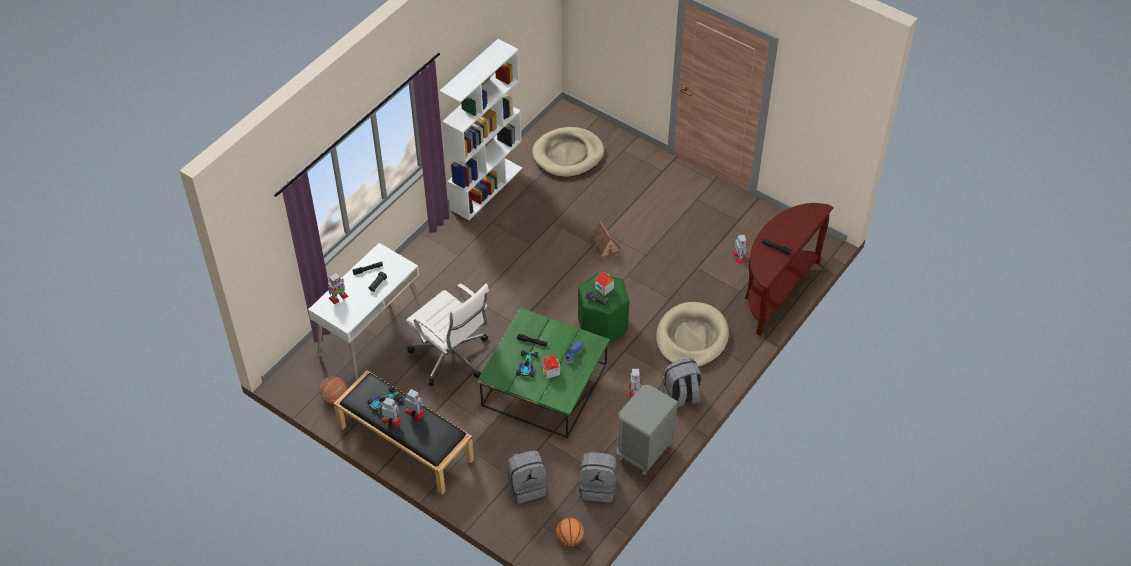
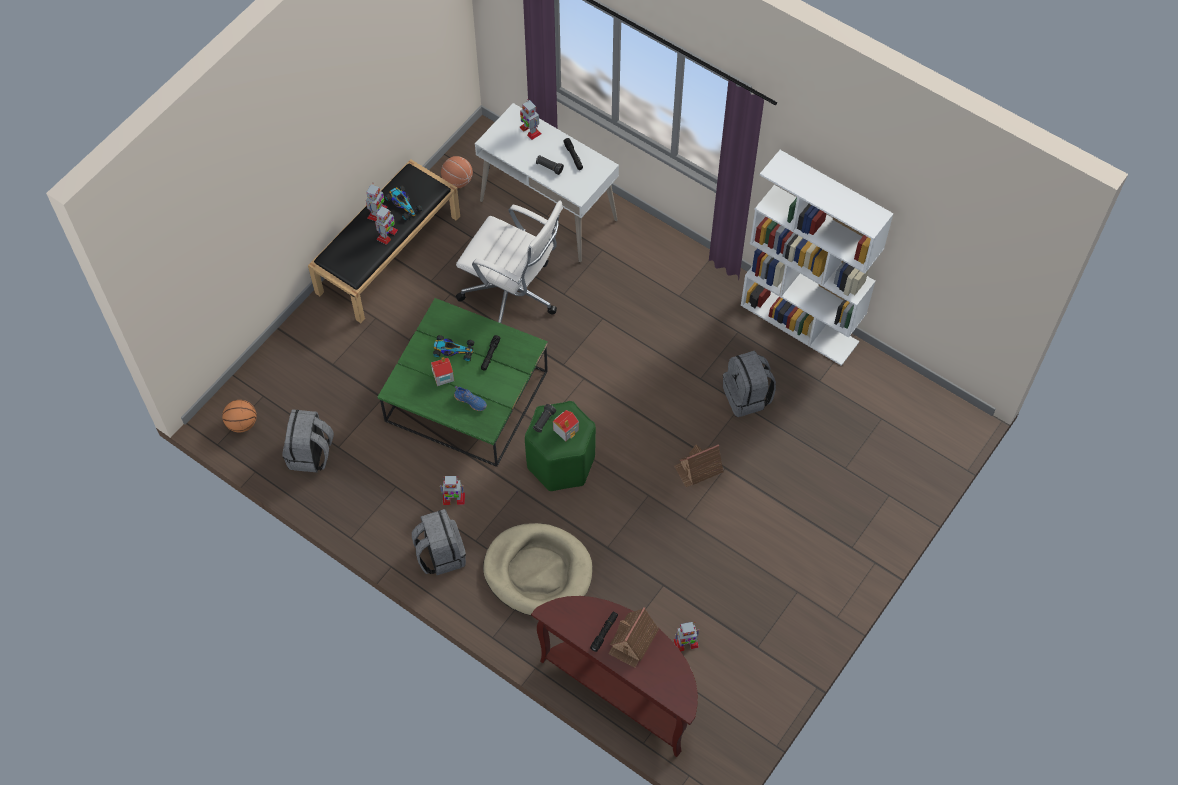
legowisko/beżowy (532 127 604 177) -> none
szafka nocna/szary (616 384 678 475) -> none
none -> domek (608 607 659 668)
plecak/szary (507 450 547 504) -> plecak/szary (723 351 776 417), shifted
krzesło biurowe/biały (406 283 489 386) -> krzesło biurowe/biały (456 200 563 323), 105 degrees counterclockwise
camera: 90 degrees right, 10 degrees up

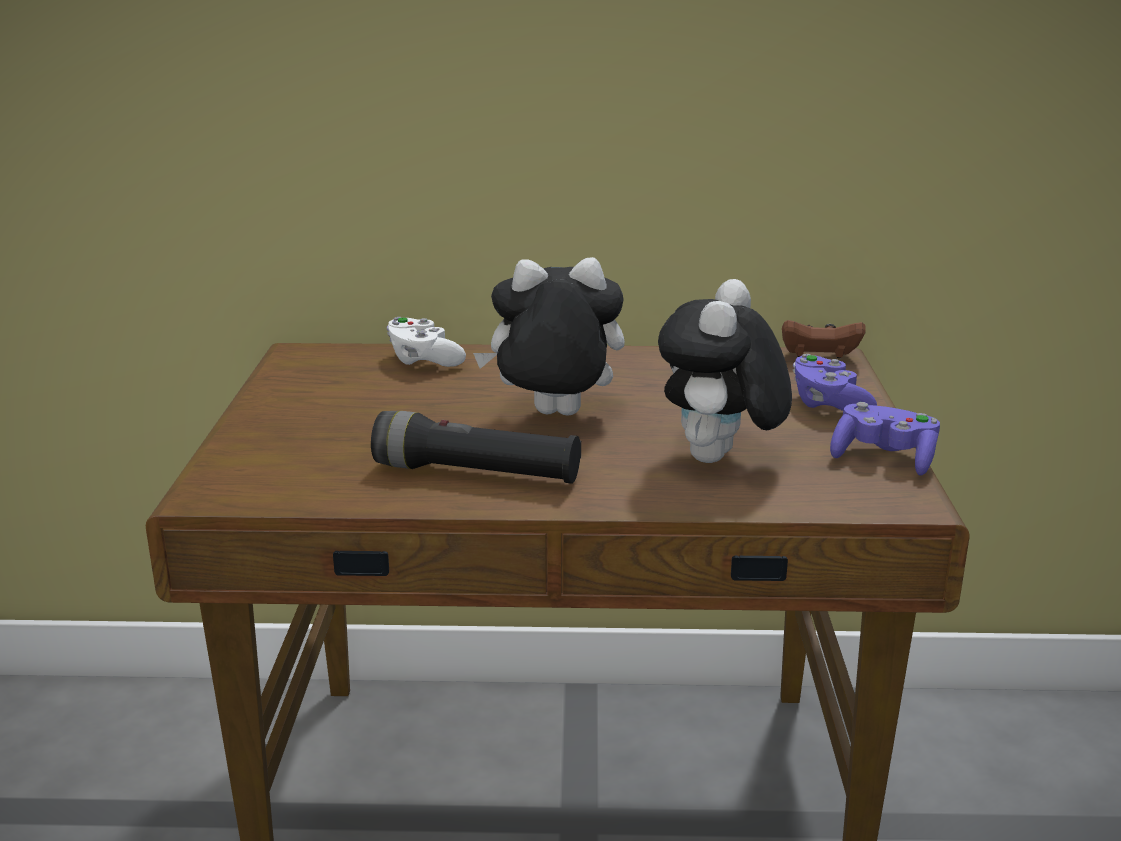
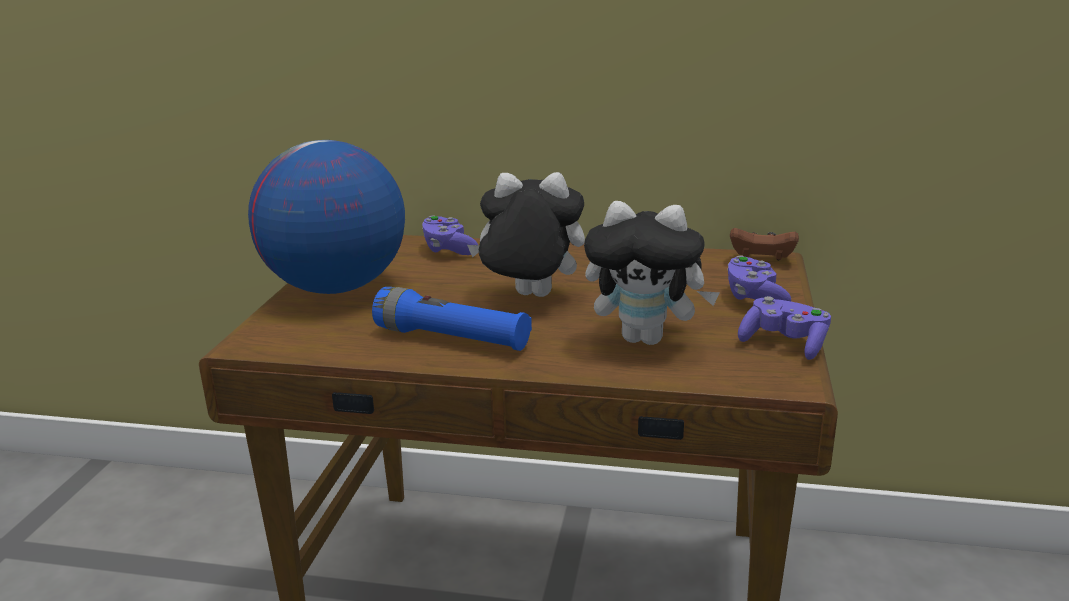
none -> globus (248 140 405 294)
latarka/czarny (371 411 581 484) -> latarka/niebieski (372 287 532 351)
pad do gier/biały (387 317 466 367) -> pad do gier/fioletowy (422 215 478 255)
pluszak (658 279 792 463) -> pluszak (584 201 720 345), 105 degrees counterclockwise
camera: 10 degrees right, 0 degrees up

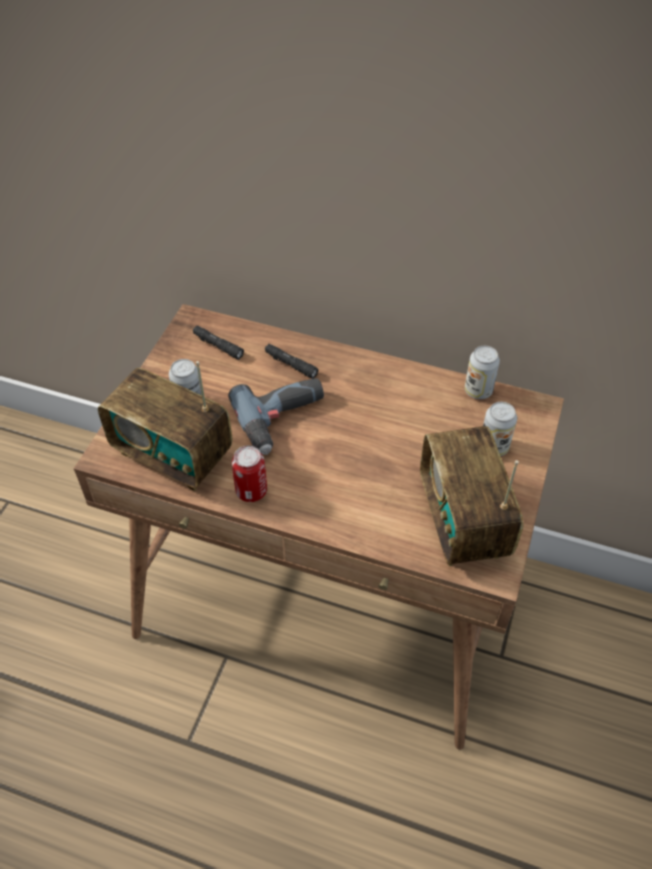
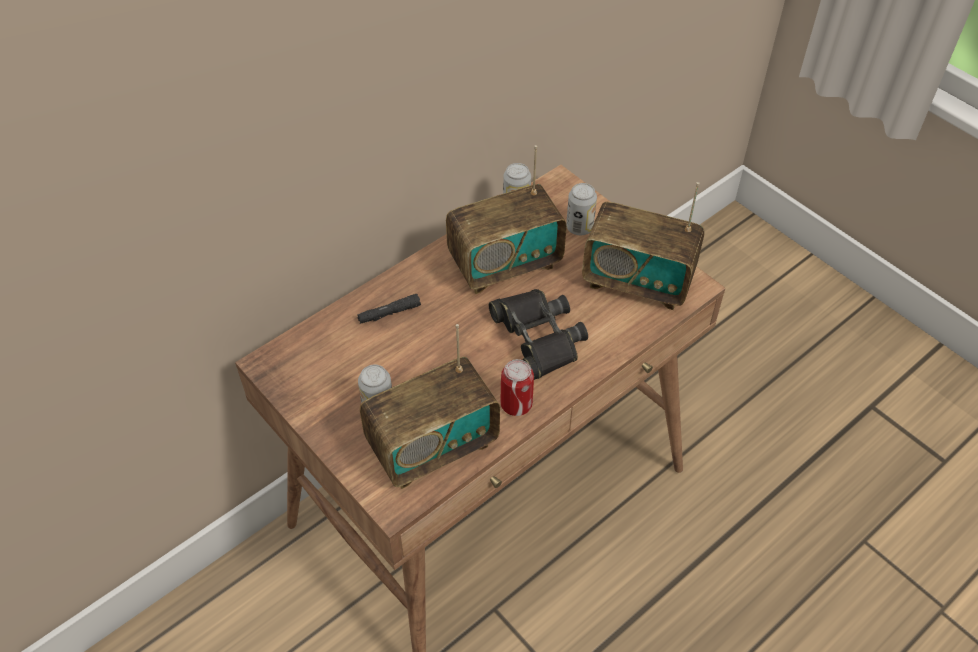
latarka/czarny (193 326 244 360) -> none
wiertarka (228 378 324 455) -> none
none -> radio (446 145 567 294)
none -> lornetka/czarny (489 289 588 380)
camera: 60 degrees left, 0 degrees up

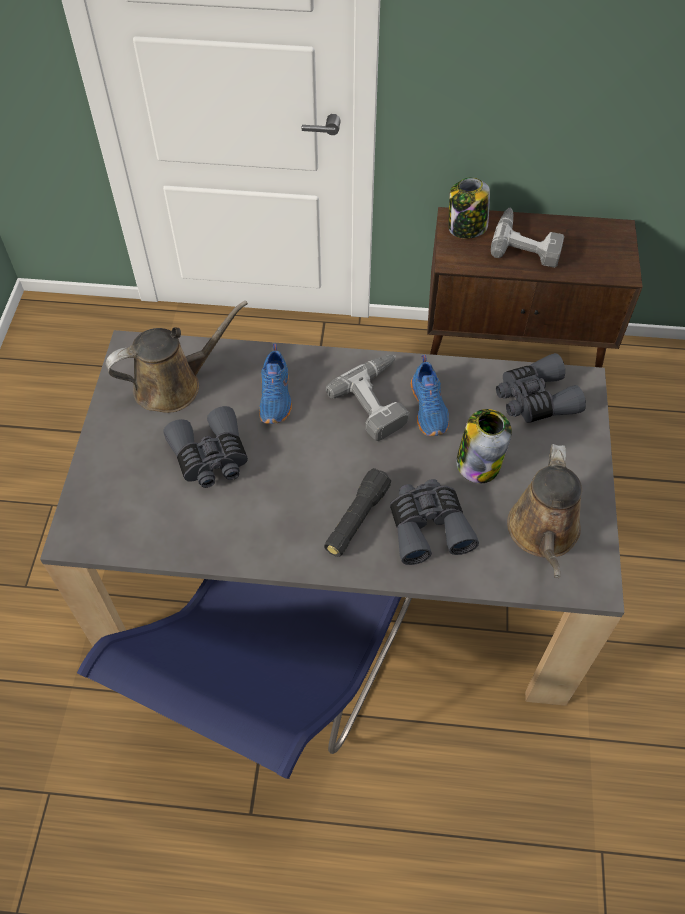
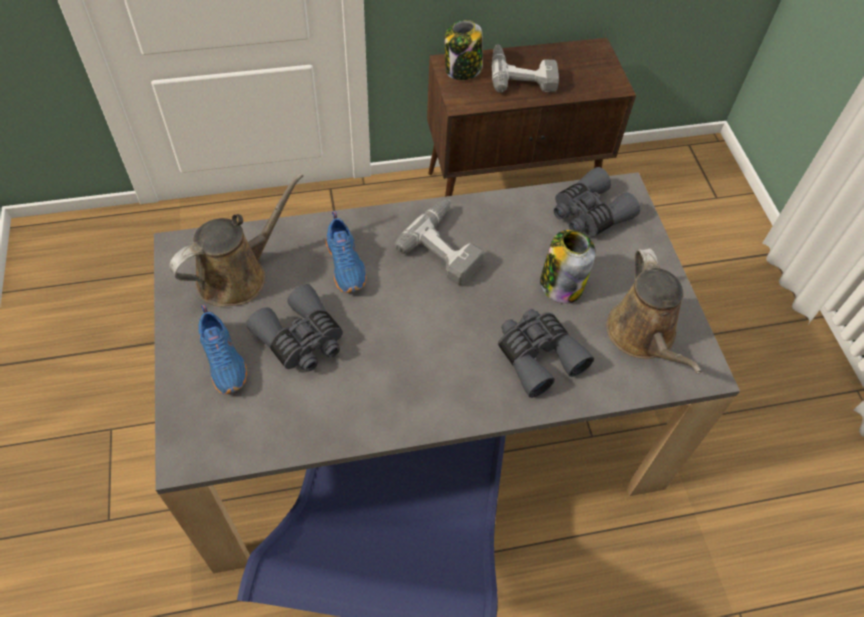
latarka/czarny (324 468 391 557) -> none
but/niebieski (411 355 449 436) -> but/niebieski (199 304 247 394), shifted
camera: 20 degrees left, 0 degrees up

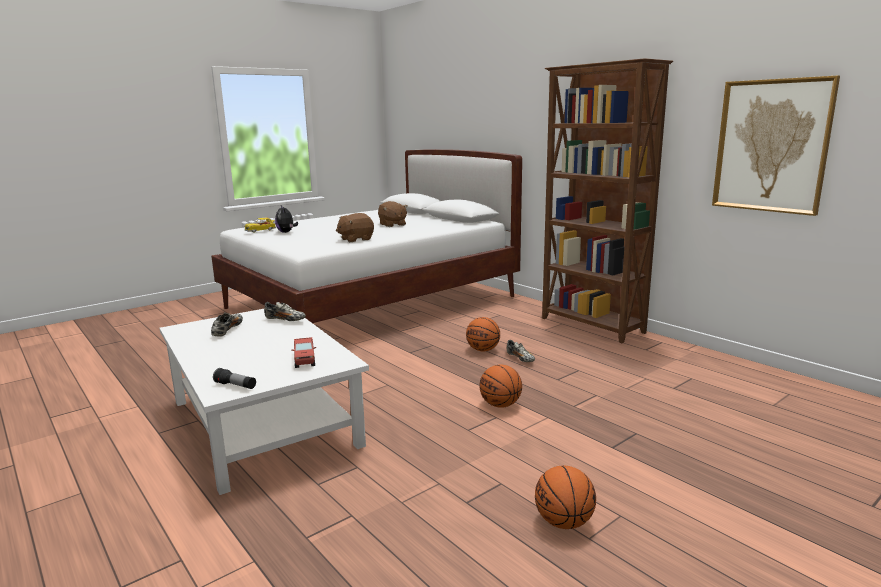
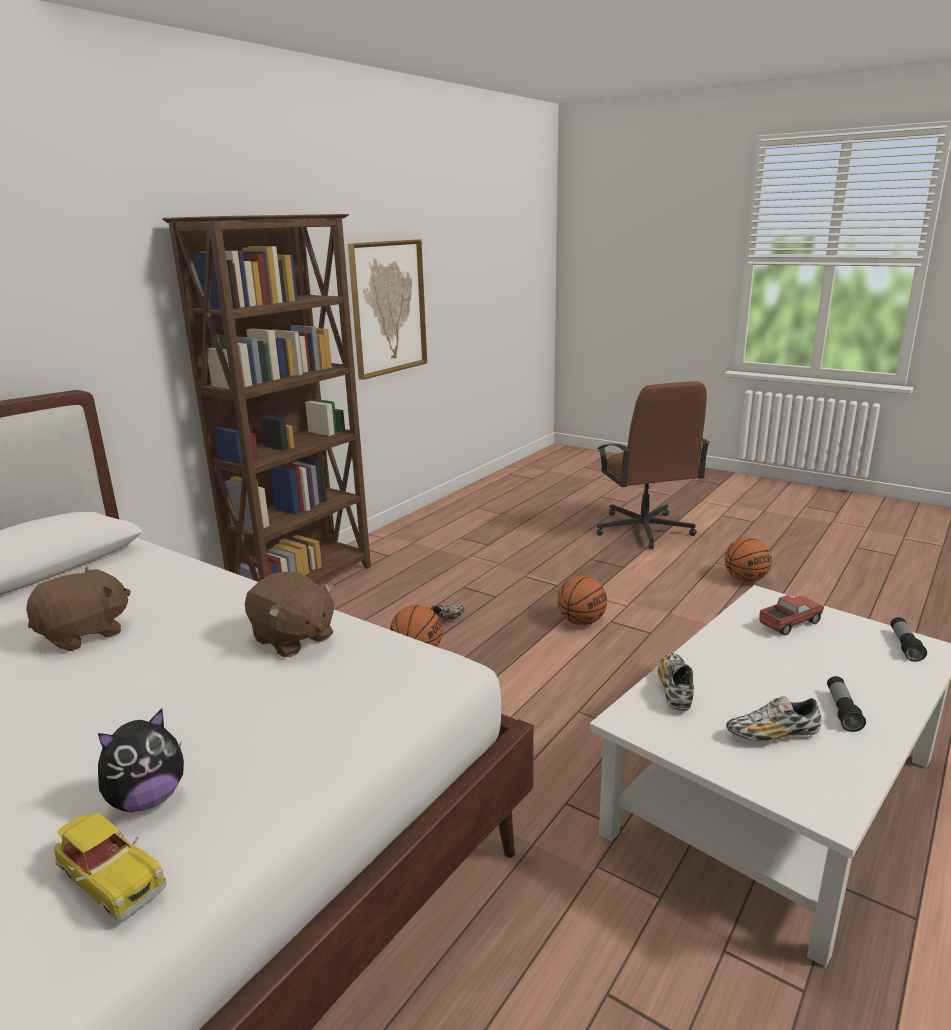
none -> krzesło biurowe/brązowy (597 381 710 549)
none -> latarka (827 676 866 732)
camera: 105 degrees left, 5 degrees up

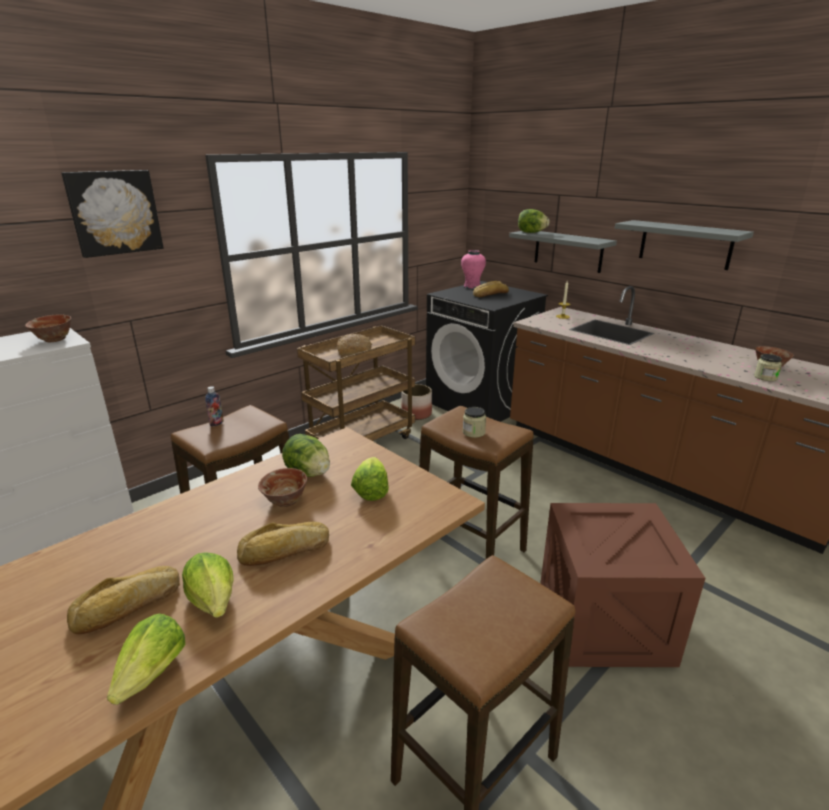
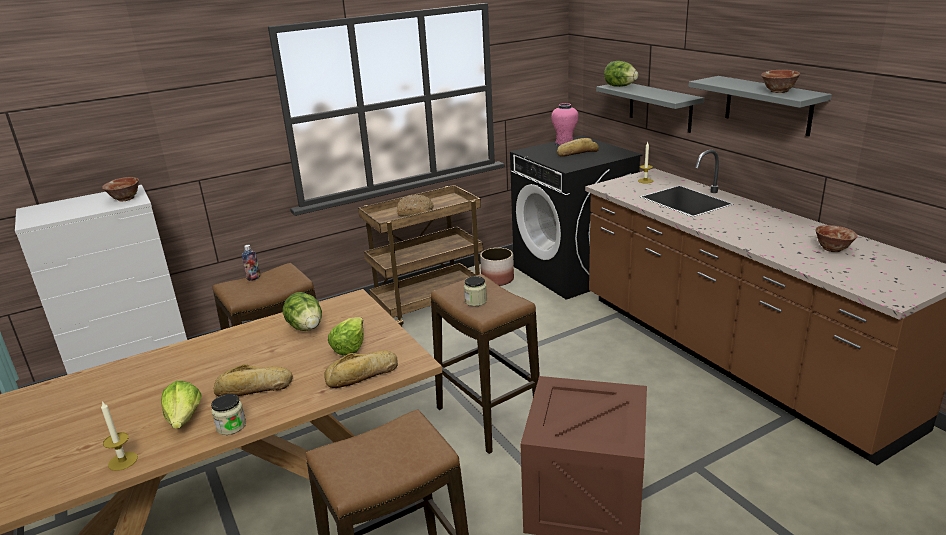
obraz (62 170 164 258) -> none
chleb (67 566 180 634) -> chleb (324 351 398 388), shifted
miska (258 468 307 507) -> miska (761 70 800 93), shifted
słoik (754 354 782 381) -> słoik (211 394 246 435), shifted
sałata (107 613 185 705) -> świeca (101 401 138 471)
camera: 15 degrees right, 0 degrees up

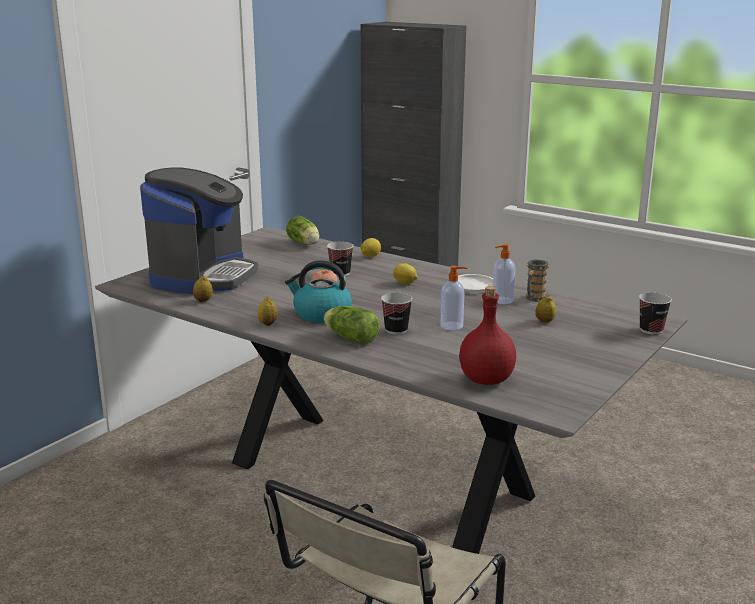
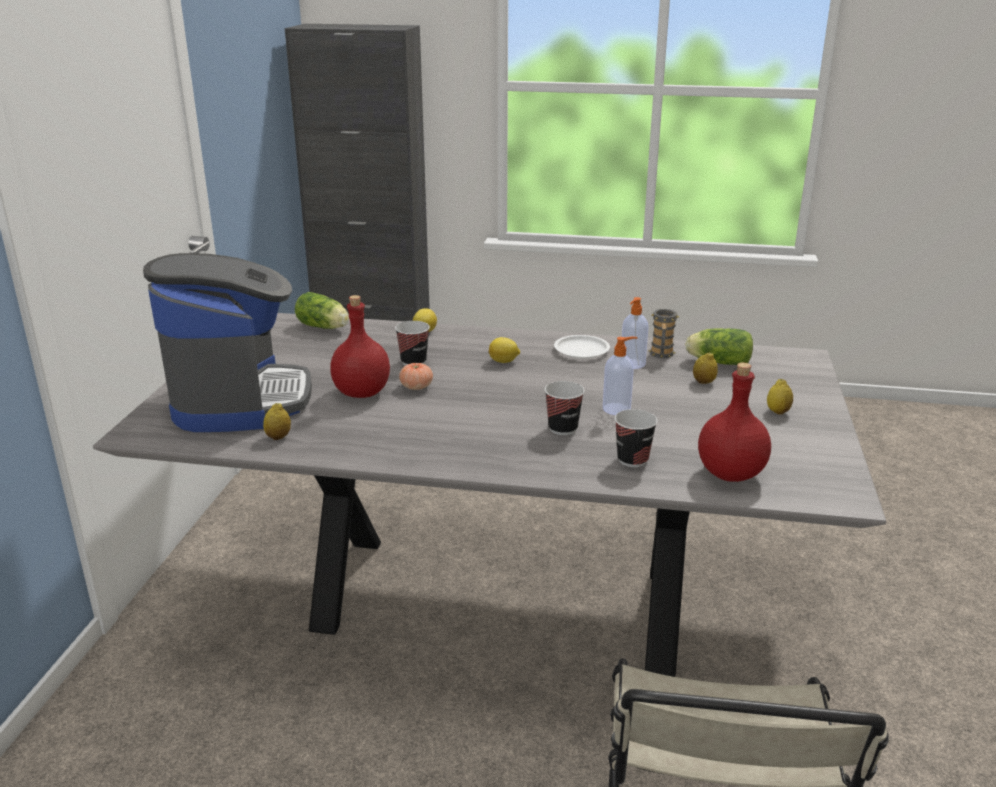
czajnik (285 260 352 322) -> none
none -> butelka/czerwony (330 295 390 398)
cytryna (258 297 278 326) -> cytryna (767 379 793 414), shifted
sałata (324 306 380 344) -> sałata (685 329 753 365), shifted
filiżanka (639 292 672 335) -> filiżanka (614 409 657 467), shifted
camera: 25 degrees left, 5 degrees up

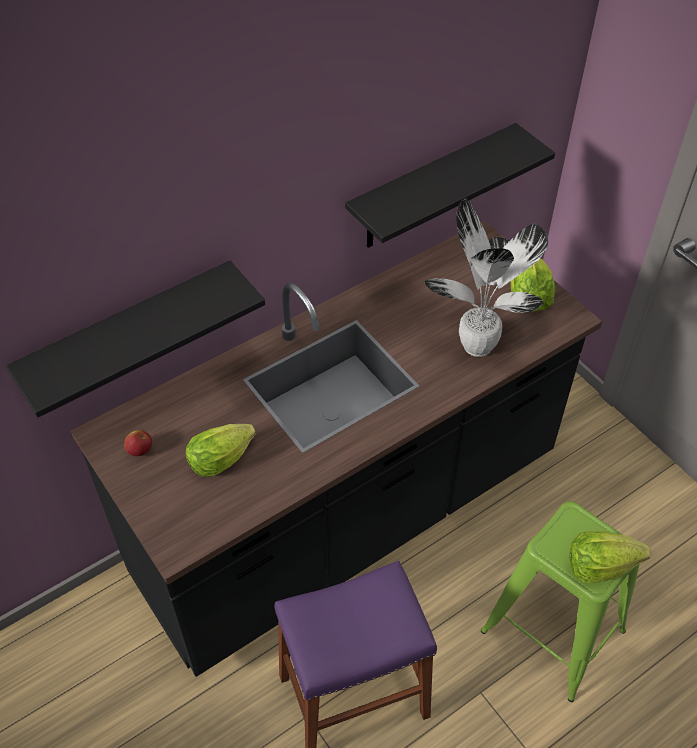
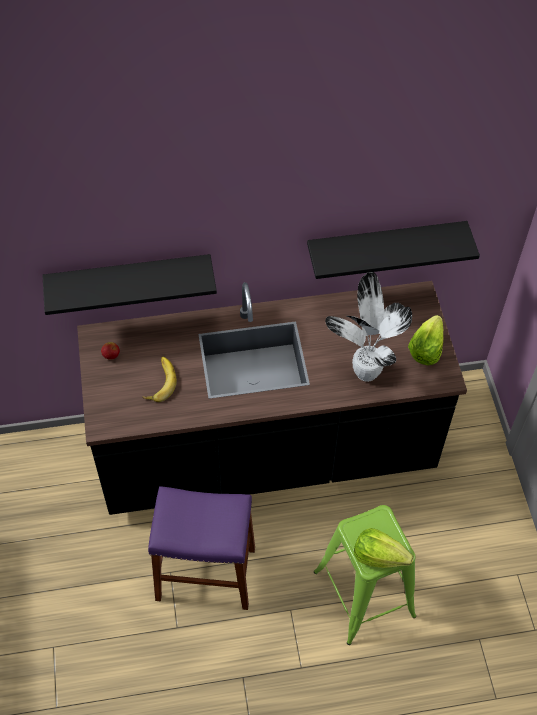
sałata (186 424 256 477) -> banan (143 357 177 402)
camera: 25 degrees right, 5 degrees up

